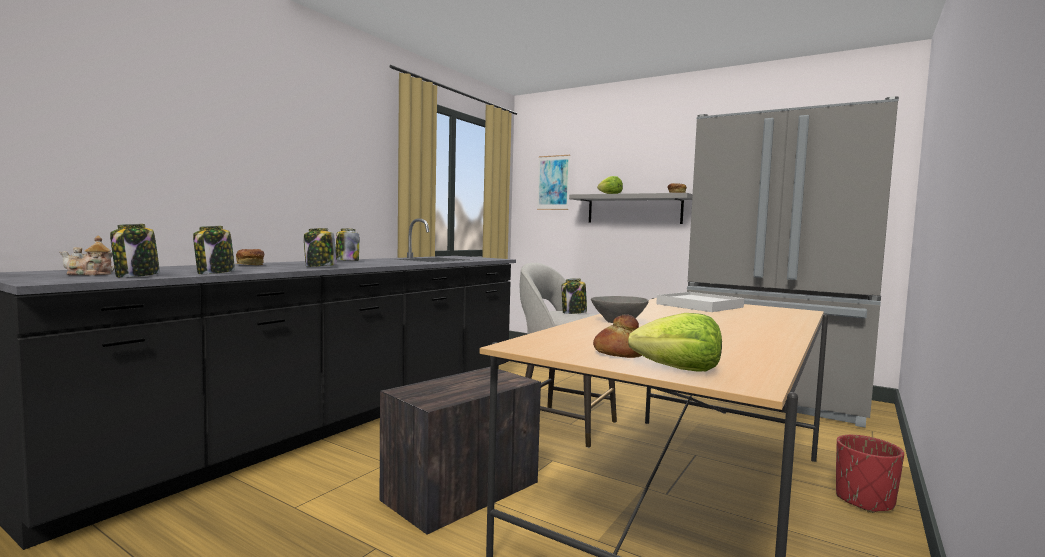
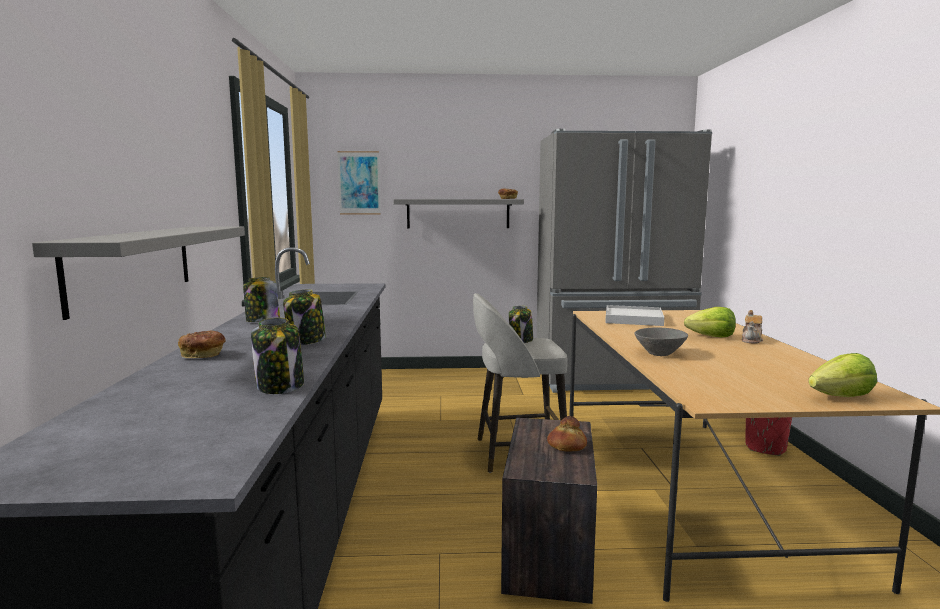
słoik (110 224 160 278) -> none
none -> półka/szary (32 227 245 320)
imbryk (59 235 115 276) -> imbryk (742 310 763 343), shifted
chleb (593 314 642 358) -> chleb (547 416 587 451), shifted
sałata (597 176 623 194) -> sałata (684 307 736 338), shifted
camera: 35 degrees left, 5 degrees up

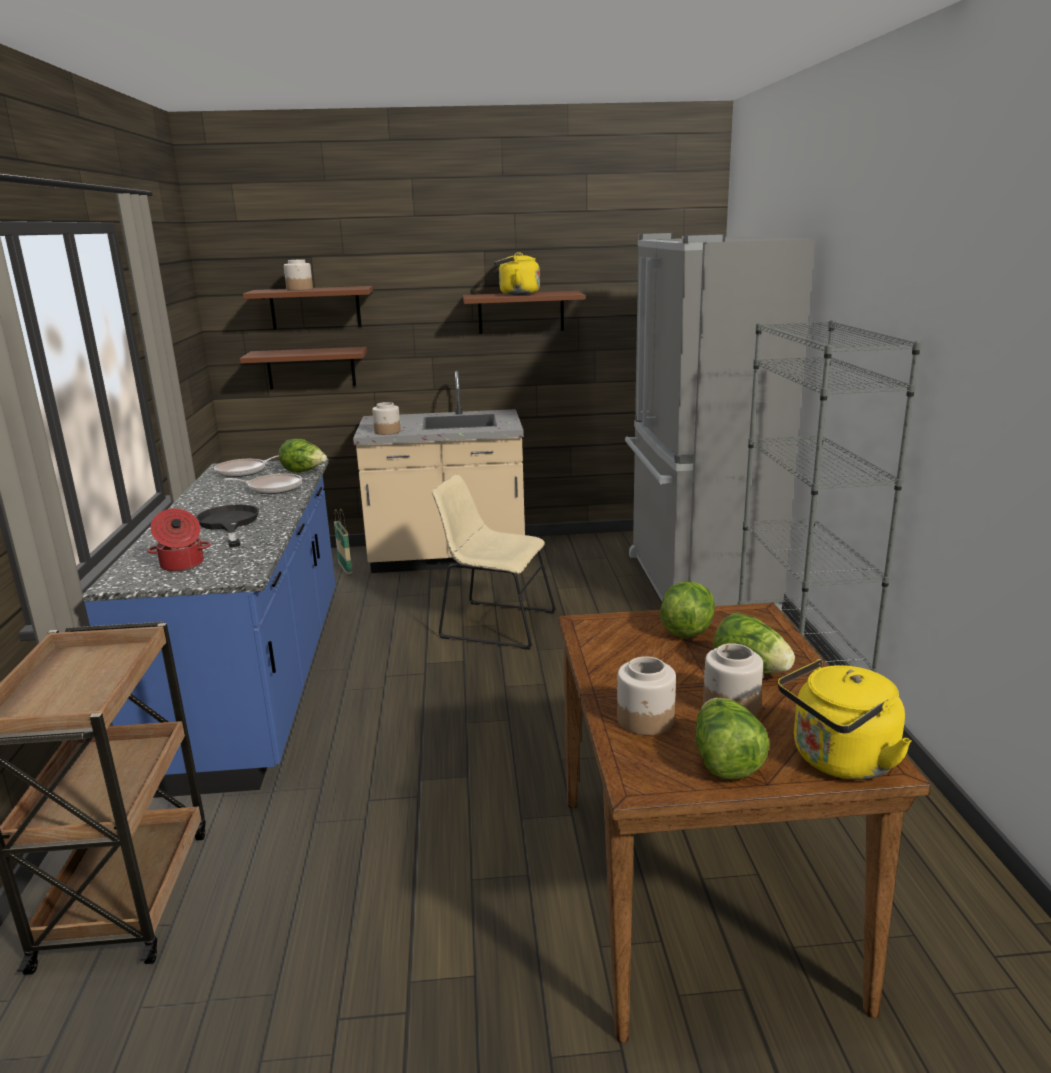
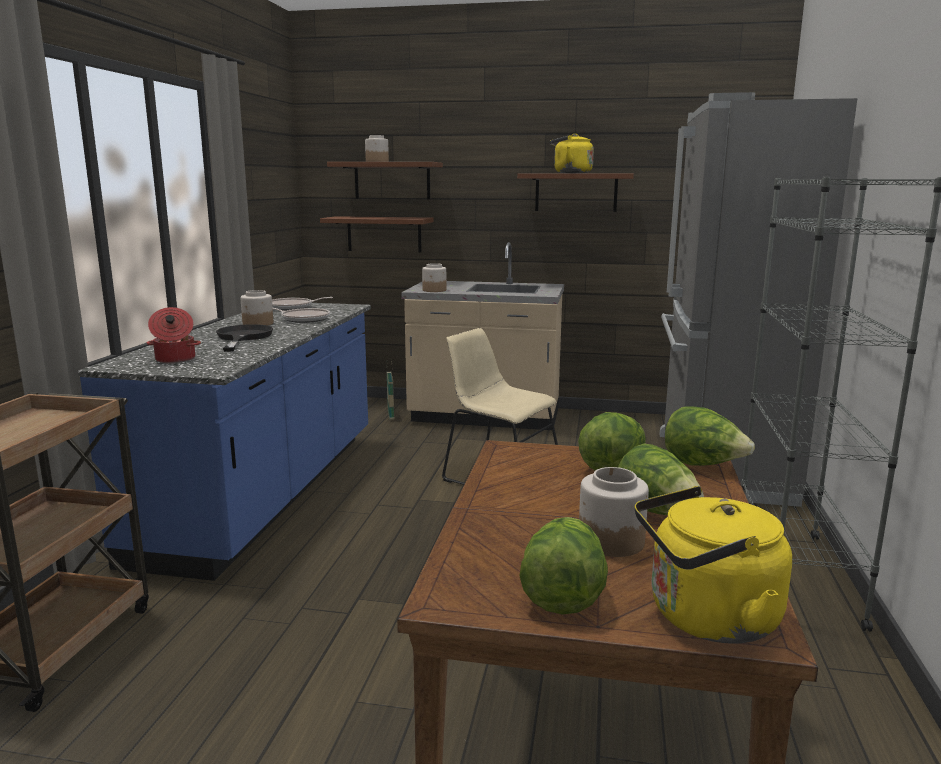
sałata (279 439 327 473) -> sałata (665 407 755 466), shifted
słoik (617 656 676 735) -> słoik (240 290 273 326), shifted
camera: 15 degrees right, 5 degrees down

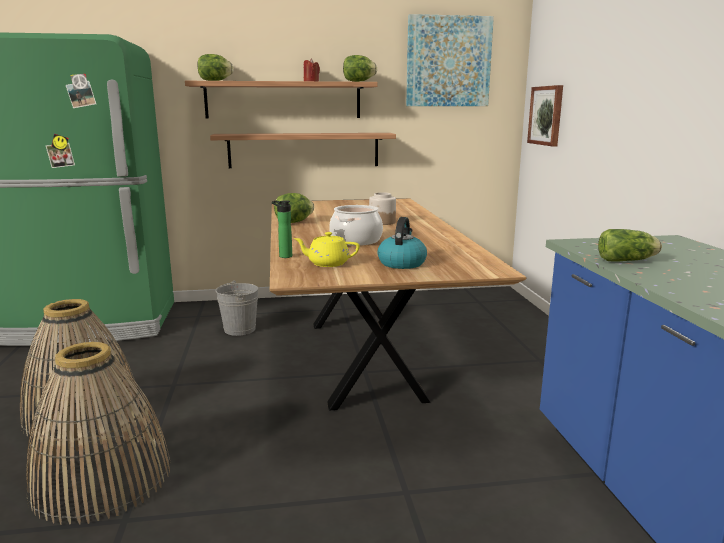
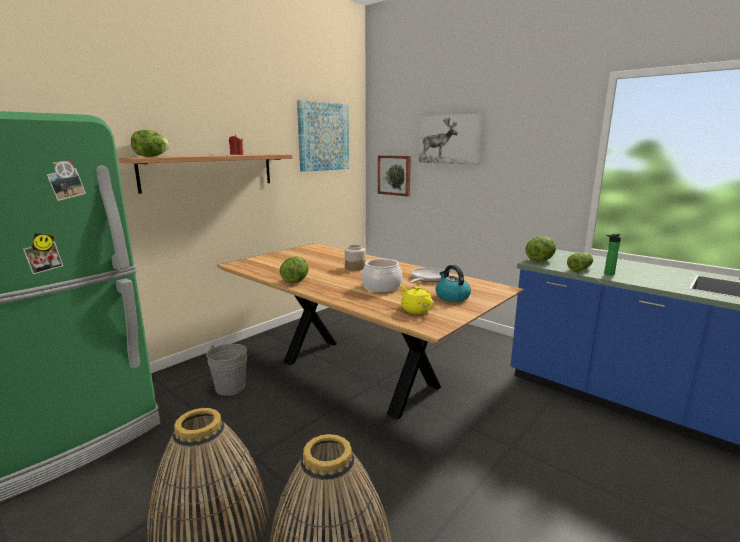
półka (210 133 396 168) -> none
none -> patelnia (409 268 445 283)
none -> obraz (419 113 483 165)
butelka (272 200 292 258) -> butelka (604 233 621 275), shifted
sałata (343 55 377 82) -> sałata (525 236 556 262), shifted
imbryk/żółty (294 232 360 267) -> imbryk/żółty (400 285 434 314), 90 degrees clockwise
camera: 40 degrees left, 0 degrees up

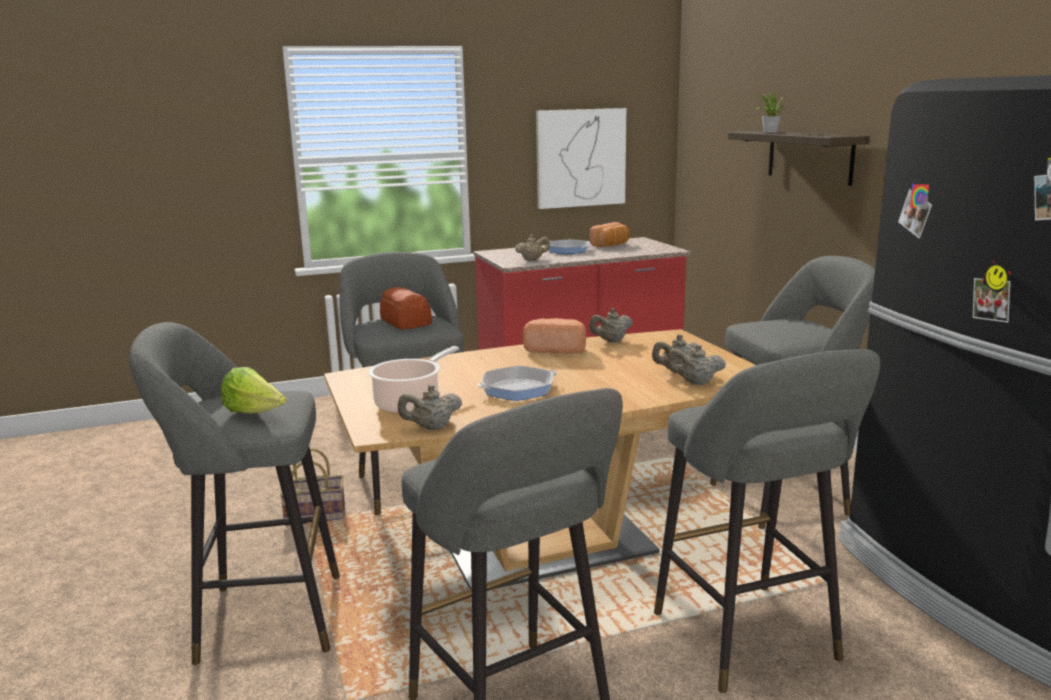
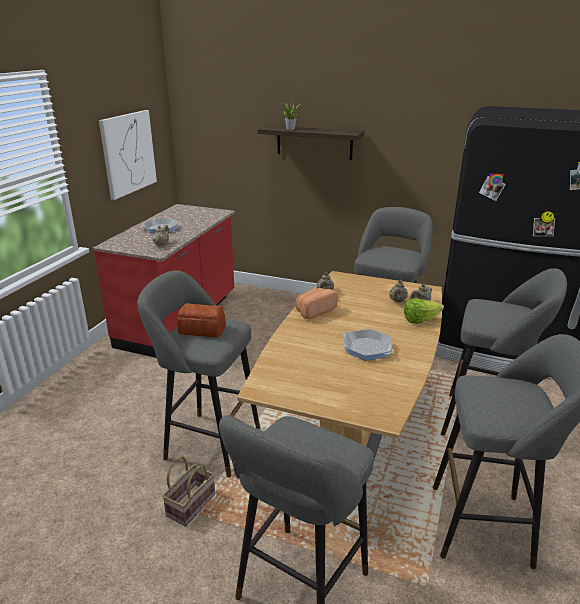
garnek (368 346 459 414) -> none
imbryk/beżowy (398 385 462 430) -> none
chleb (590 222 630 247) -> none
sałata (221 367 286 414) -> sałata (404 298 444 324), shifted
patelnia (477 366 557 401) -> patelnia (343 329 394 361), 60 degrees counterclockwise
camera: 50 degrees left, 10 degrees up

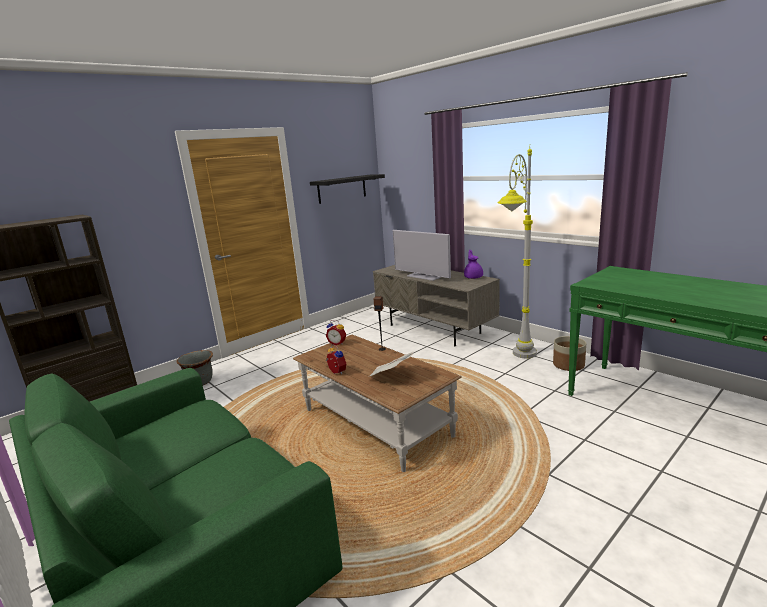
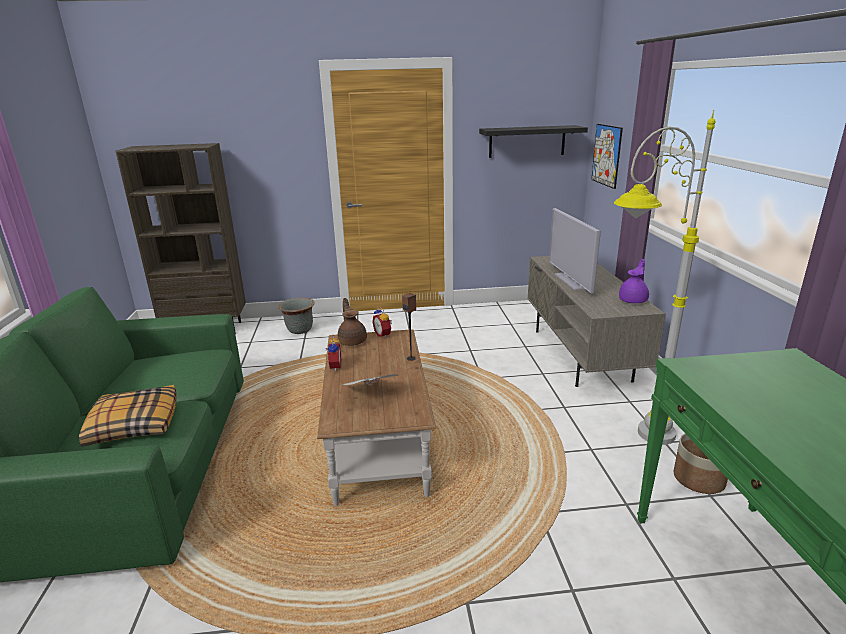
none -> poduszka (79 385 177 447)
none -> imbryk/brązowy (338 298 367 346)
none -> obraz (591 124 623 189)
camera: 35 degrees right, 5 degrees up

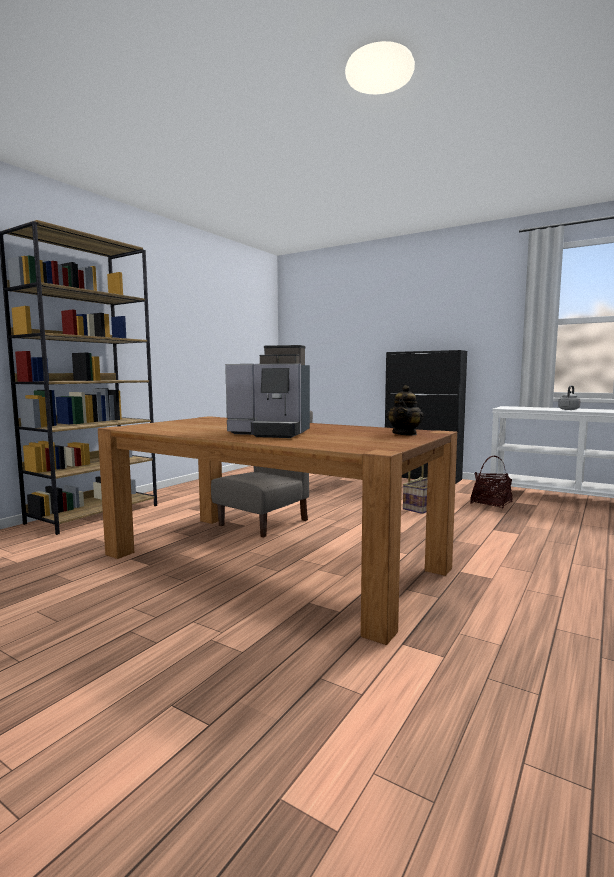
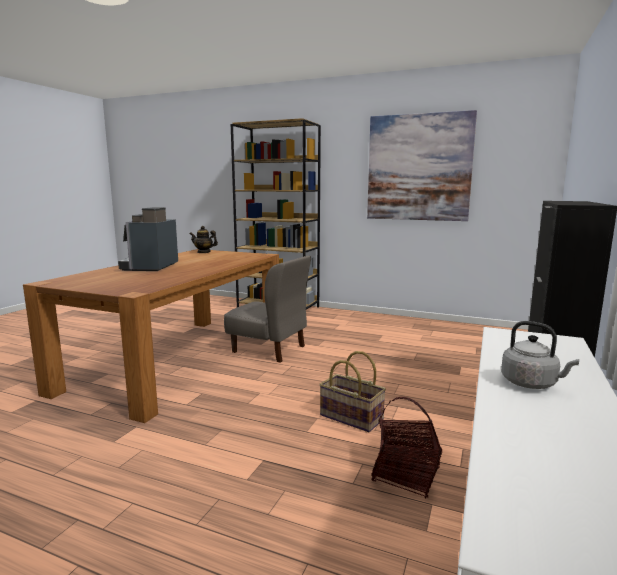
none -> obraz (367 110 477 221)
imbryk (387 385 424 436) -> imbryk (190 226 218 253), shifted
camera: 80 degrees right, 5 degrees up

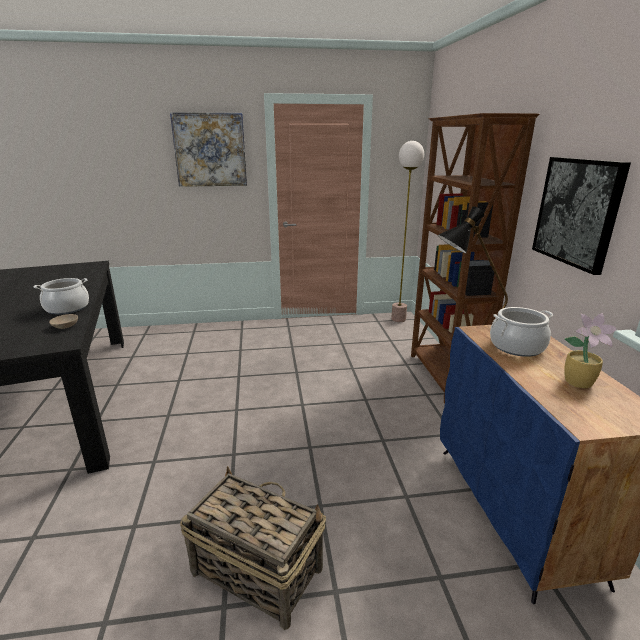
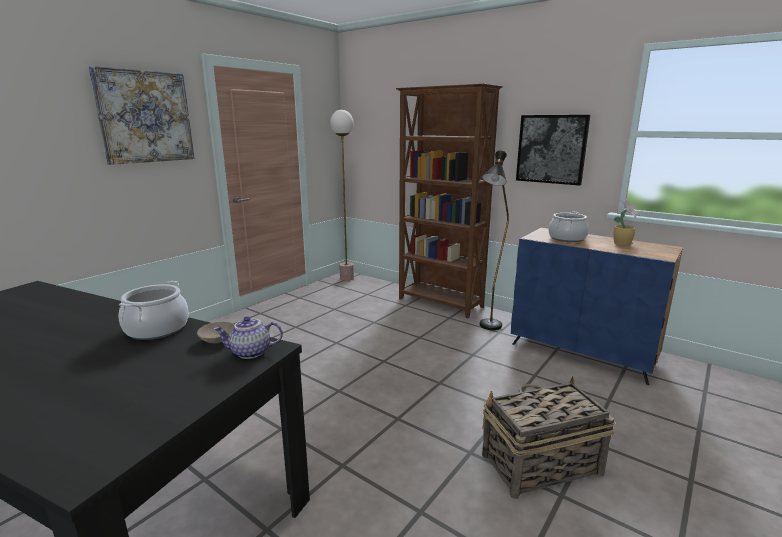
none -> imbryk (213 316 283 359)
camera: 45 degrees left, 5 degrees down

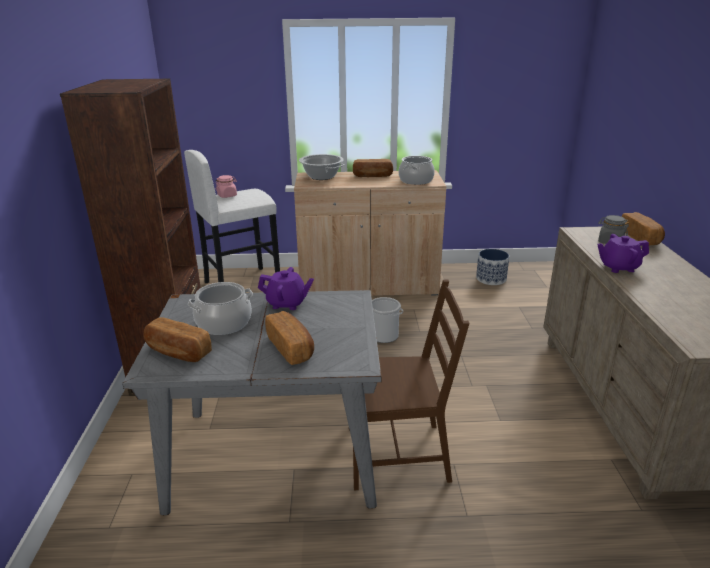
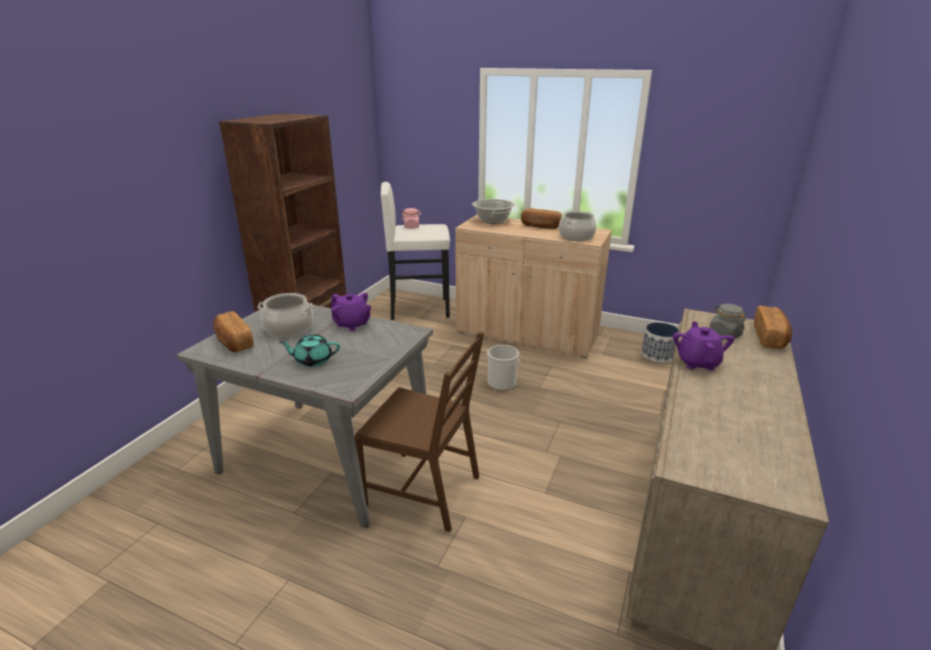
chleb (265 311 314 365) -> imbryk/turkusowy (280 334 340 367)
imbryk/fioletowy (597 234 649 273) -> imbryk/fioletowy (673 322 734 371), 75 degrees clockwise
camera: 25 degrees right, 0 degrees up

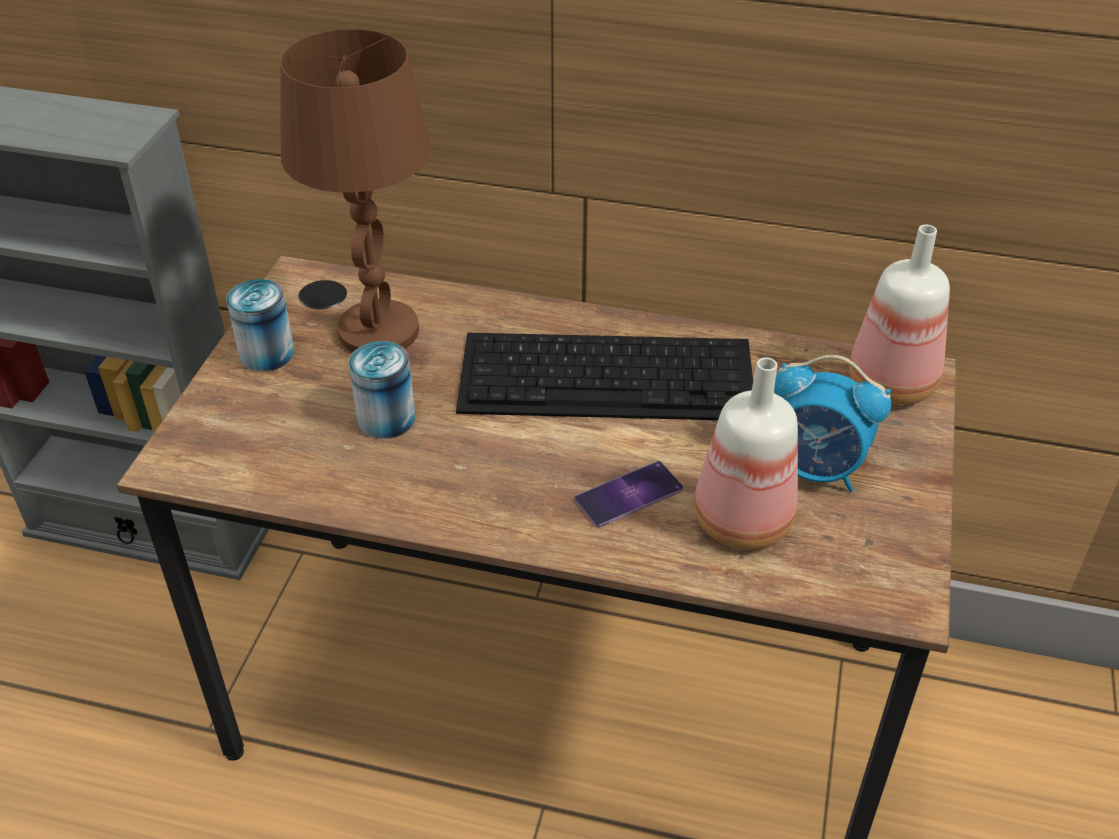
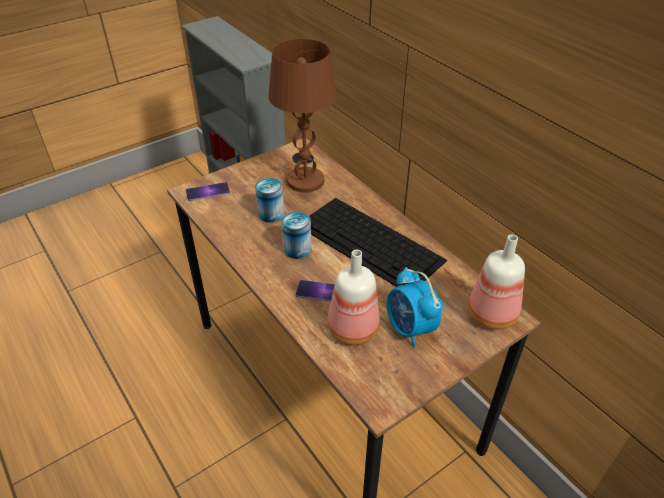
none -> telefon (186 182 230 201)
puszka (226 279 295 372) -> puszka (281 211 311 259), shifted
camera: 40 degrees right, 0 degrees up

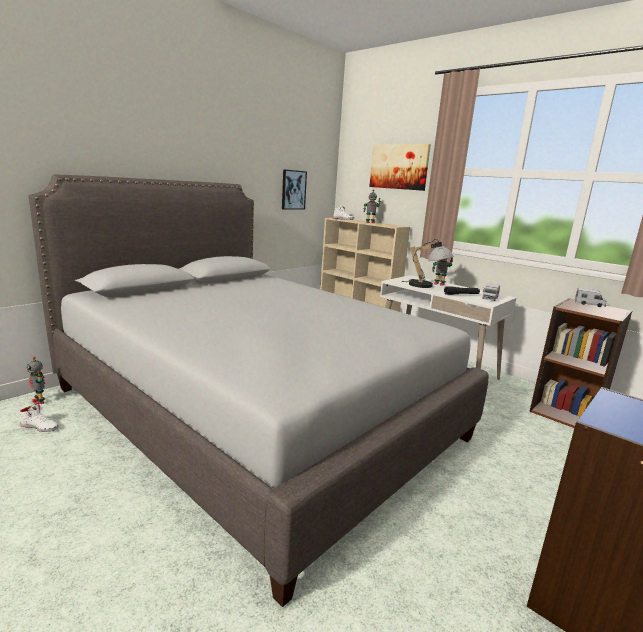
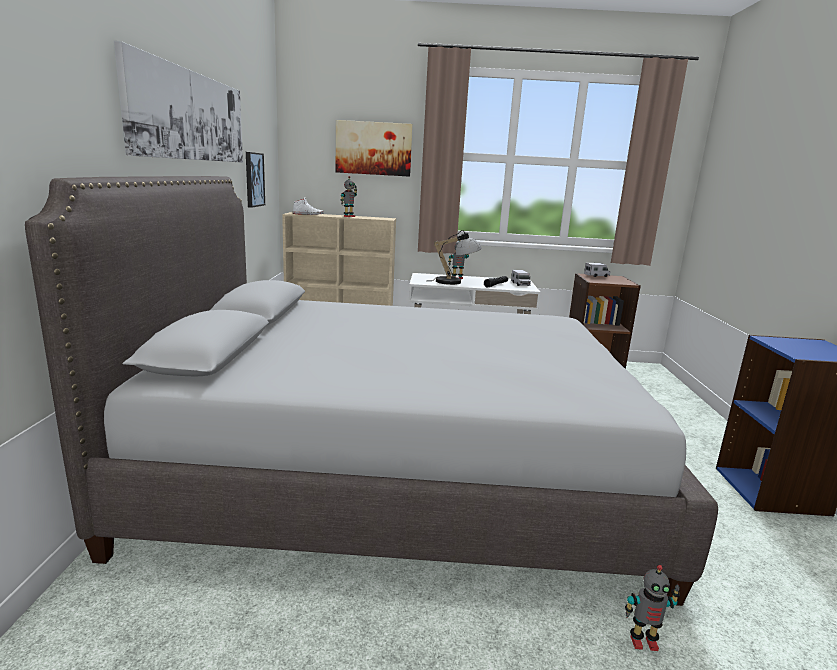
but/biały (19 404 59 432) -> none
none -> obraz (114 41 243 163)
robot zabawkowy (27 357 46 405) -> robot zabawkowy (625 565 680 651), shifted
camera: 40 degrees left, 0 degrees up

